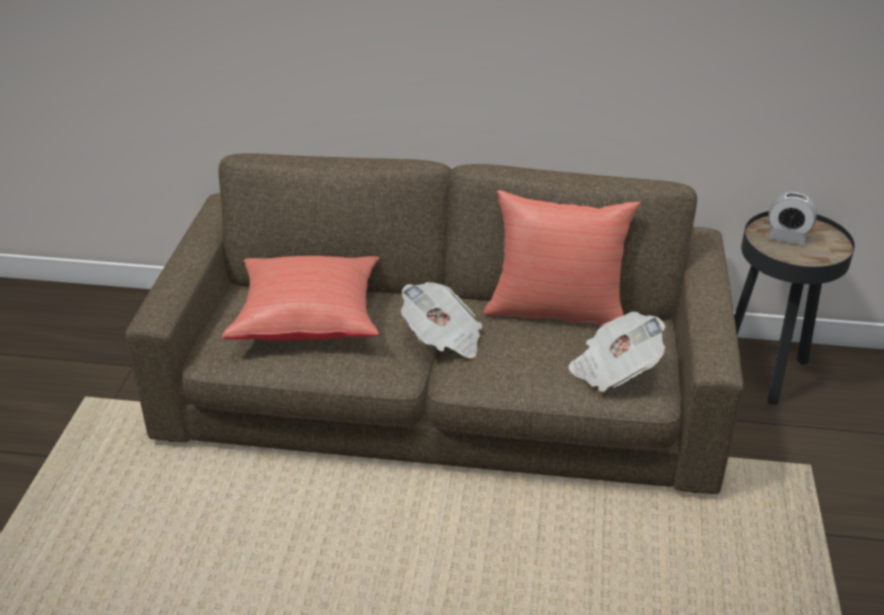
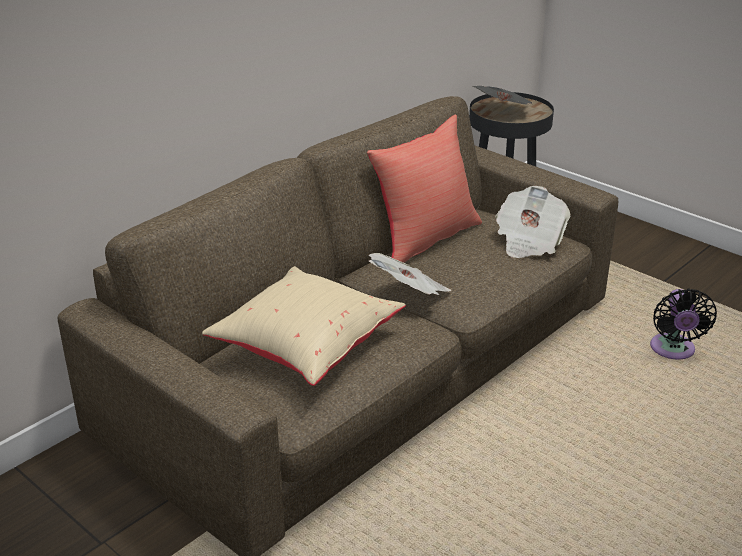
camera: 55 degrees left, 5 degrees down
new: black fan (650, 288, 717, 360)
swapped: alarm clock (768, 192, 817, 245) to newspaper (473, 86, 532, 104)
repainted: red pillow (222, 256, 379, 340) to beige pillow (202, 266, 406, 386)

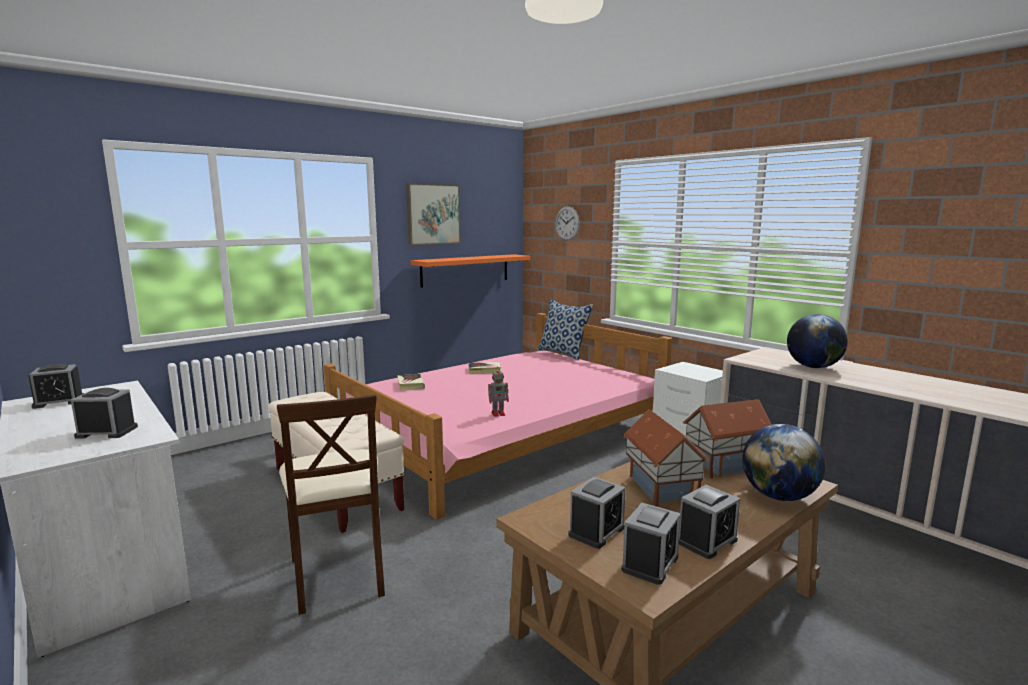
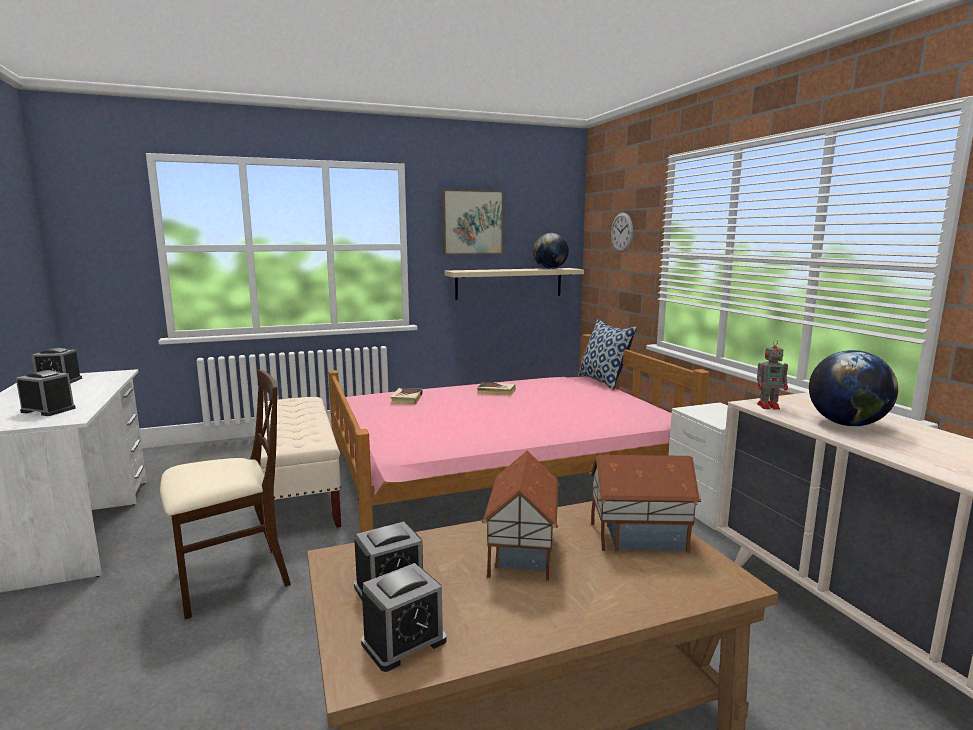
camera: 20 degrees right, 0 degrees up
gone: alarm clock (679, 485, 740, 559)
shifted: toy robot (488, 368, 509, 417) to (757, 340, 788, 409); globe (742, 424, 826, 501) to (533, 233, 569, 269)
repainted: orange shelf (411, 254, 531, 288) to beige shelf (444, 268, 584, 300)
rotated: beige chair (277, 394, 385, 615) = (160, 370, 291, 619) 120 degrees counterclockwise

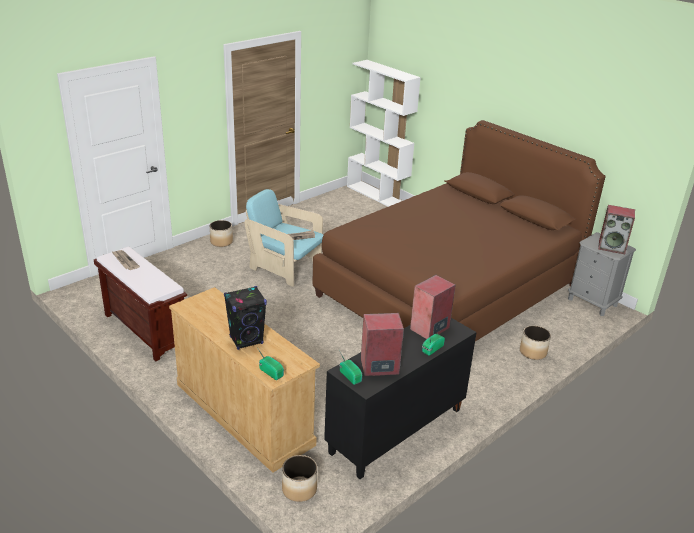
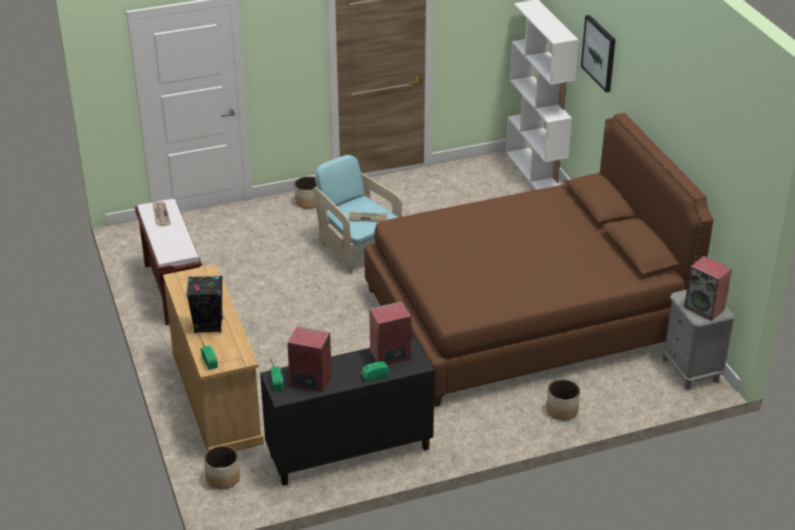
camera: 25 degrees right, 5 degrees up
new: picture (581, 15, 616, 93)

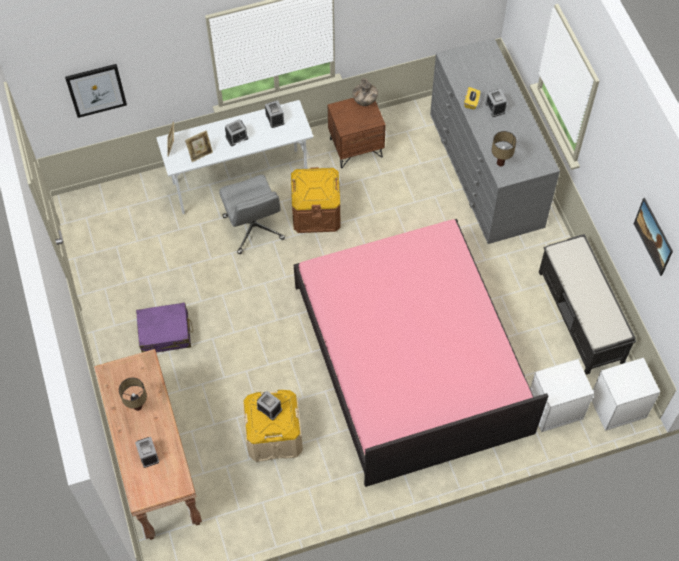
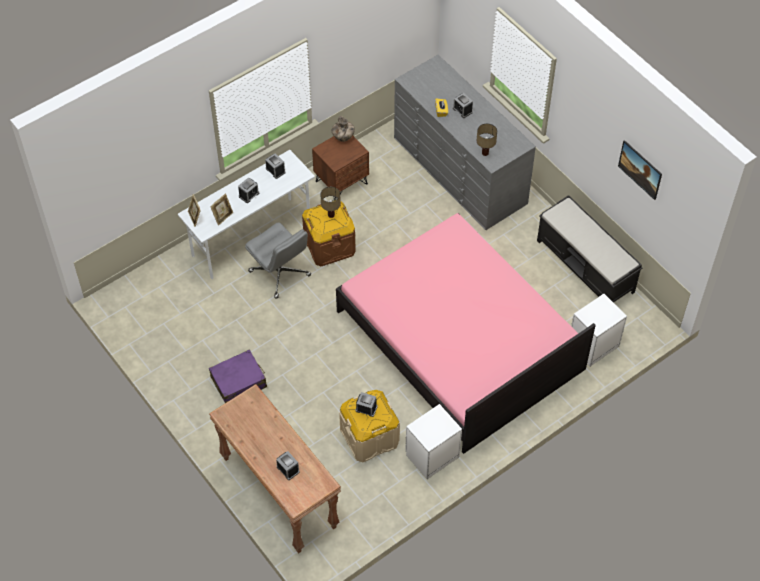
camera: 20 degrees left, 5 degrees down
gone: picture (65, 64, 127, 118)
shifted: white nightstand (591, 358, 660, 431) to (405, 404, 462, 479); table lamp (119, 378, 147, 411) to (320, 187, 341, 218)

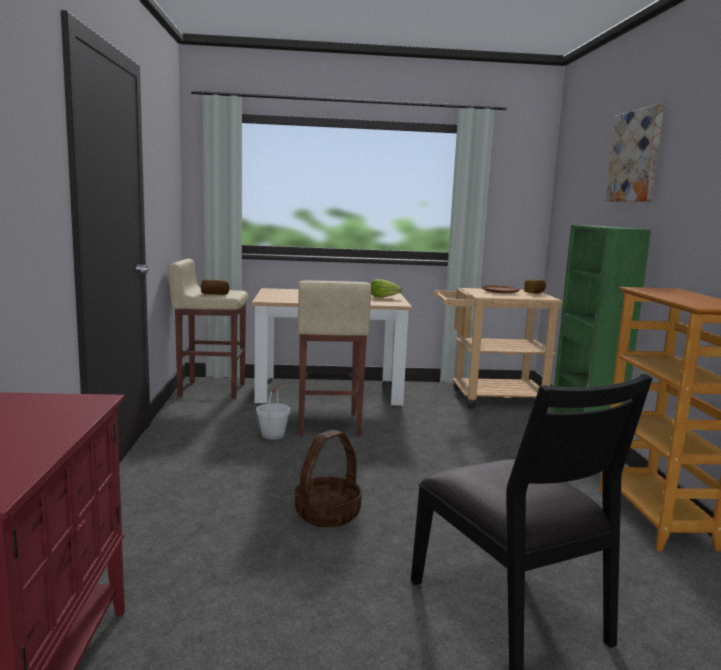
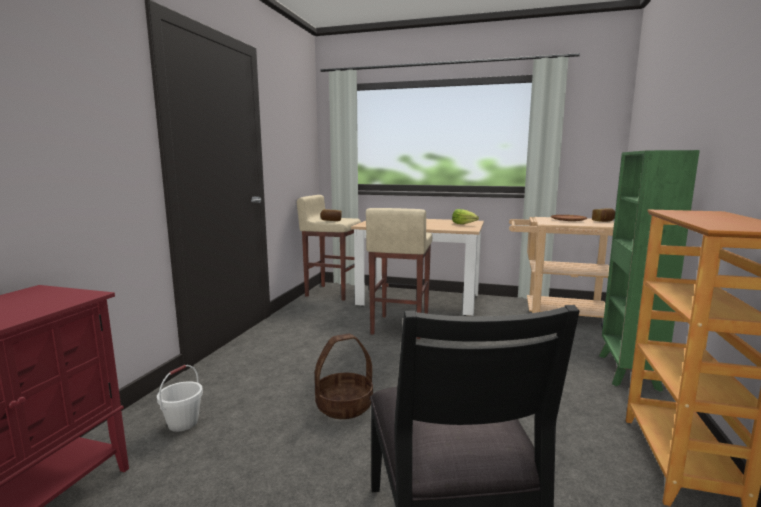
camera: 20 degrees right, 0 degrees up
gone: picture (605, 103, 664, 202)
shifted: white bucket (256, 387, 290, 440) to (157, 365, 203, 432)

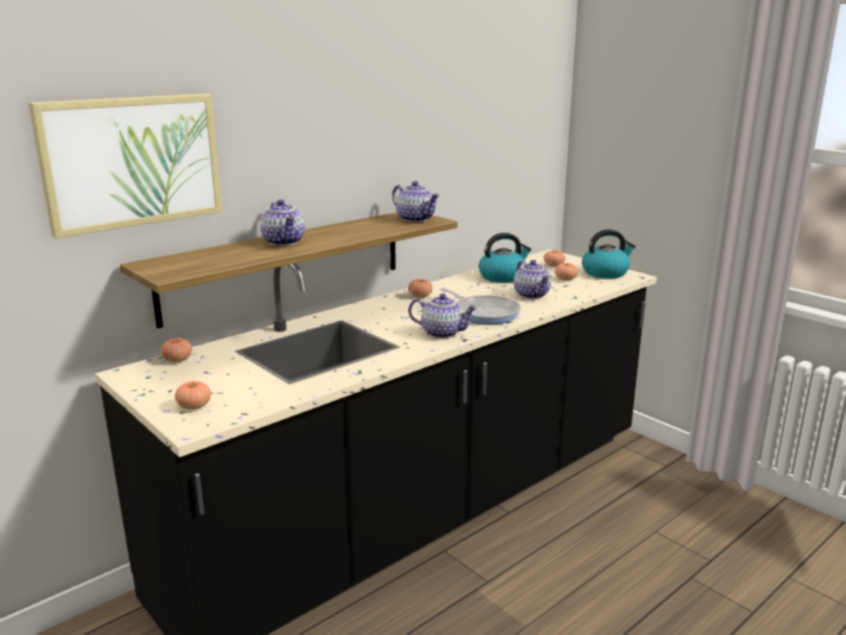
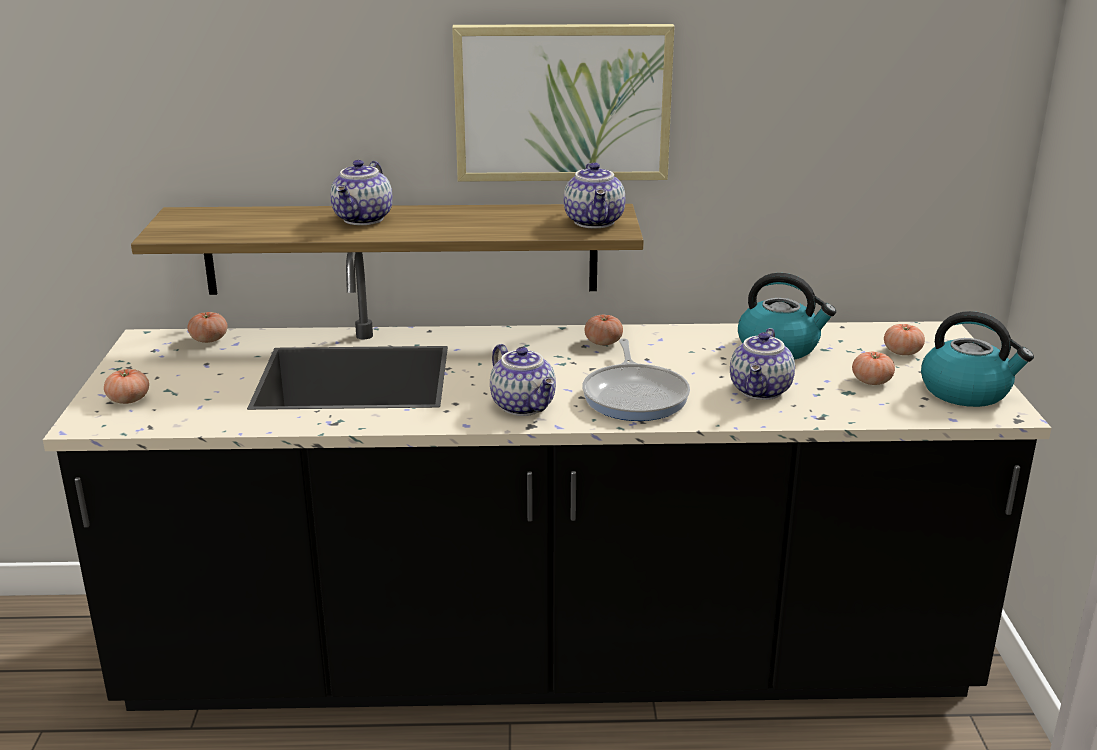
camera: 40 degrees right, 5 degrees up
shifted: picture (28, 94, 222, 238) to (452, 24, 675, 182)

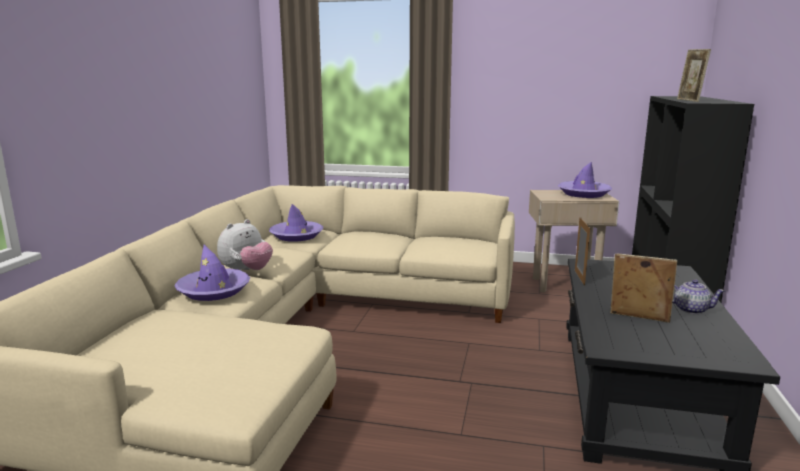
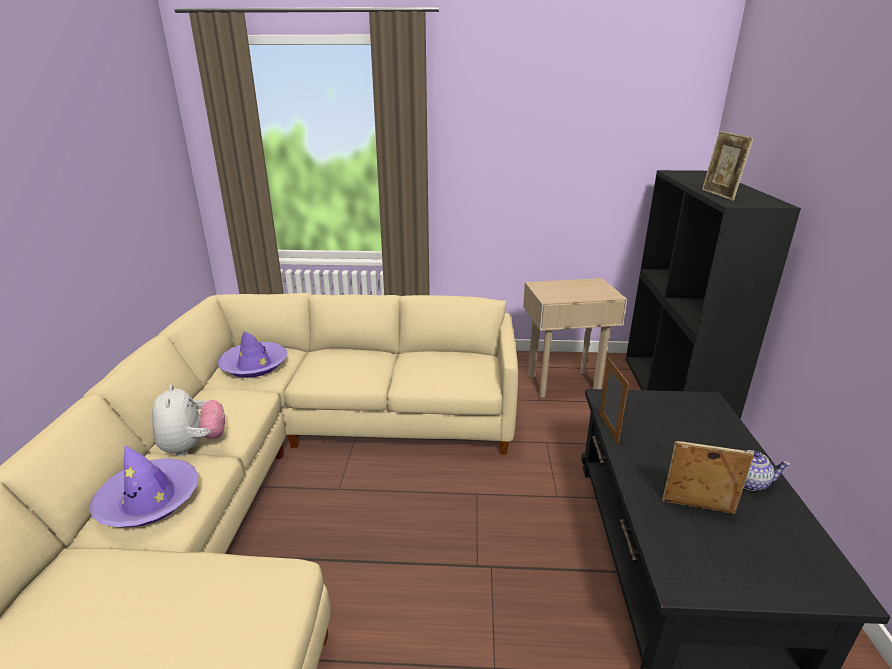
camera: 10 degrees left, 10 degrees up
gone: purple hat (558, 162, 612, 198)
rotated: plush toy (217, 219, 273, 271) = (152, 384, 225, 456) 45 degrees counterclockwise

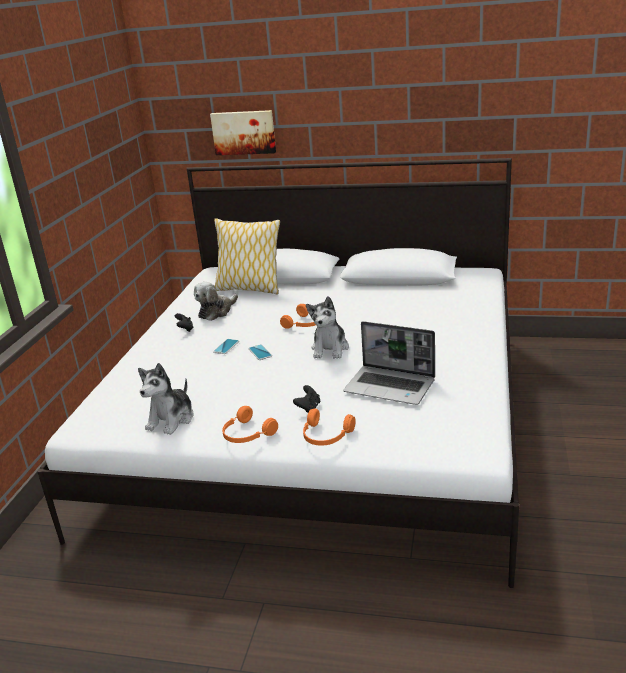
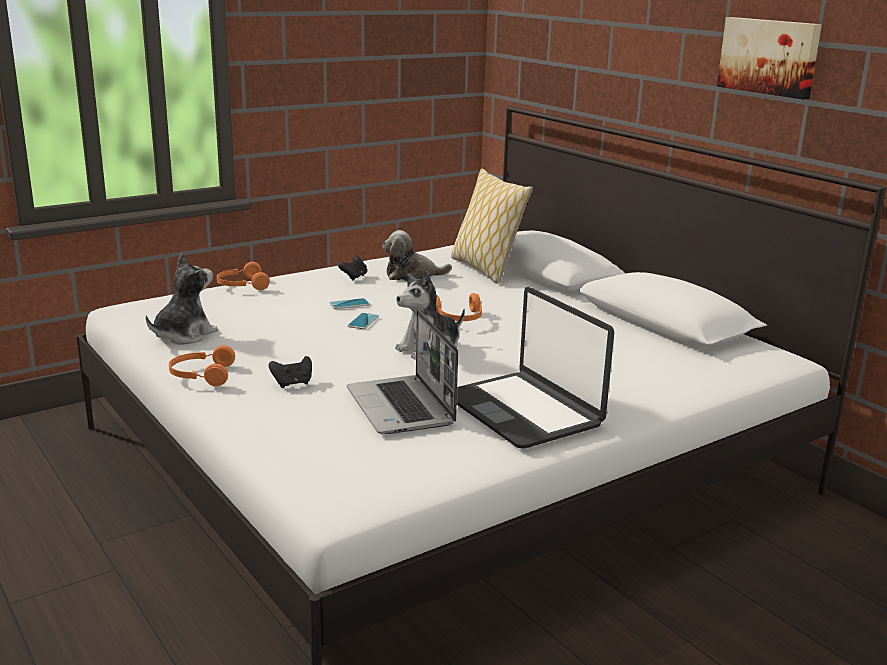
camera: 40 degrees right, 5 degrees down
new: laptop (457, 287, 614, 449)
shifted: picture (210, 110, 276, 155) to (717, 17, 822, 99); orange headphones (303, 409, 356, 446) to (217, 262, 270, 290)
rotated: plush toy (138, 363, 194, 435) = (146, 253, 218, 345) 150 degrees clockwise

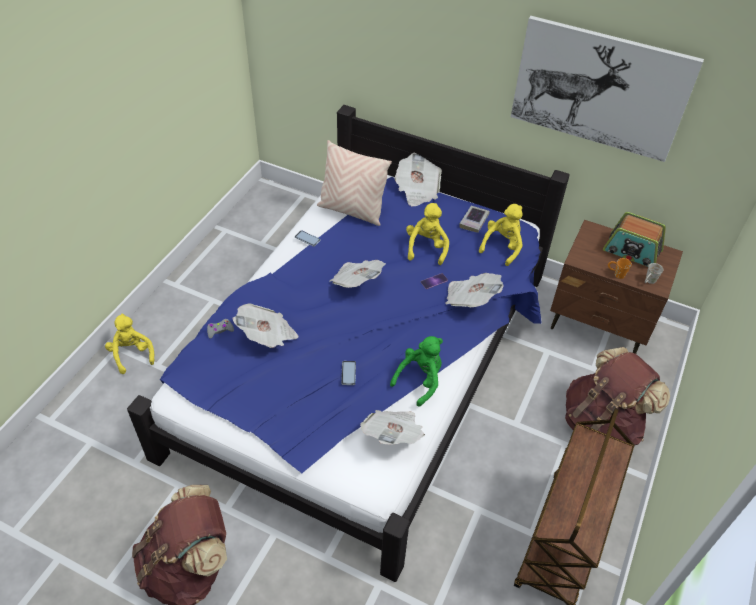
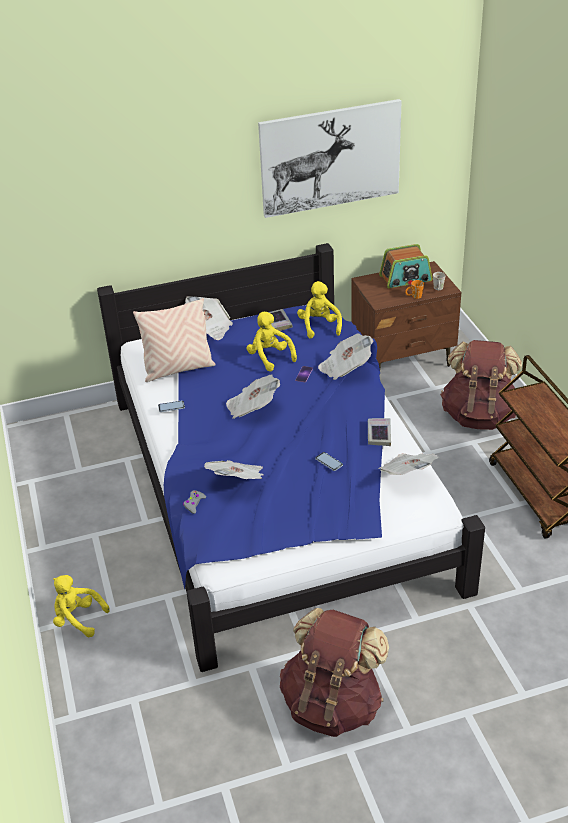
camera: 40 degrees left, 10 degrees down
swapped: green plush toy (390, 336, 443, 407) to book (368, 418, 391, 446)

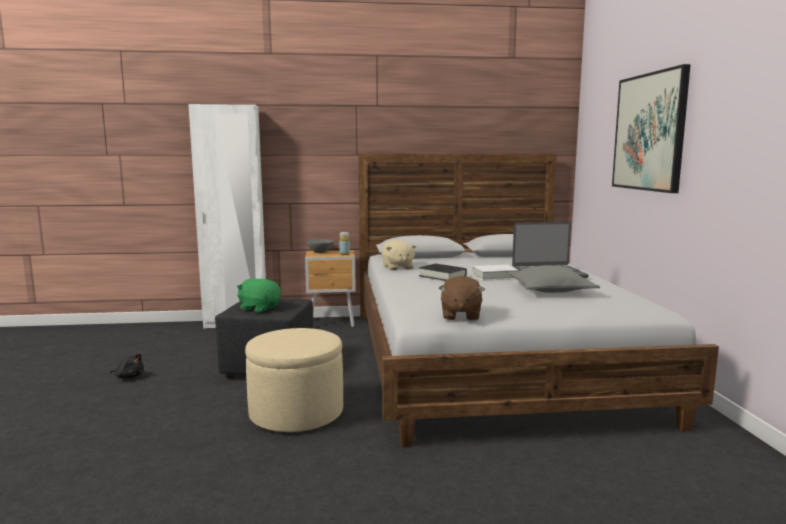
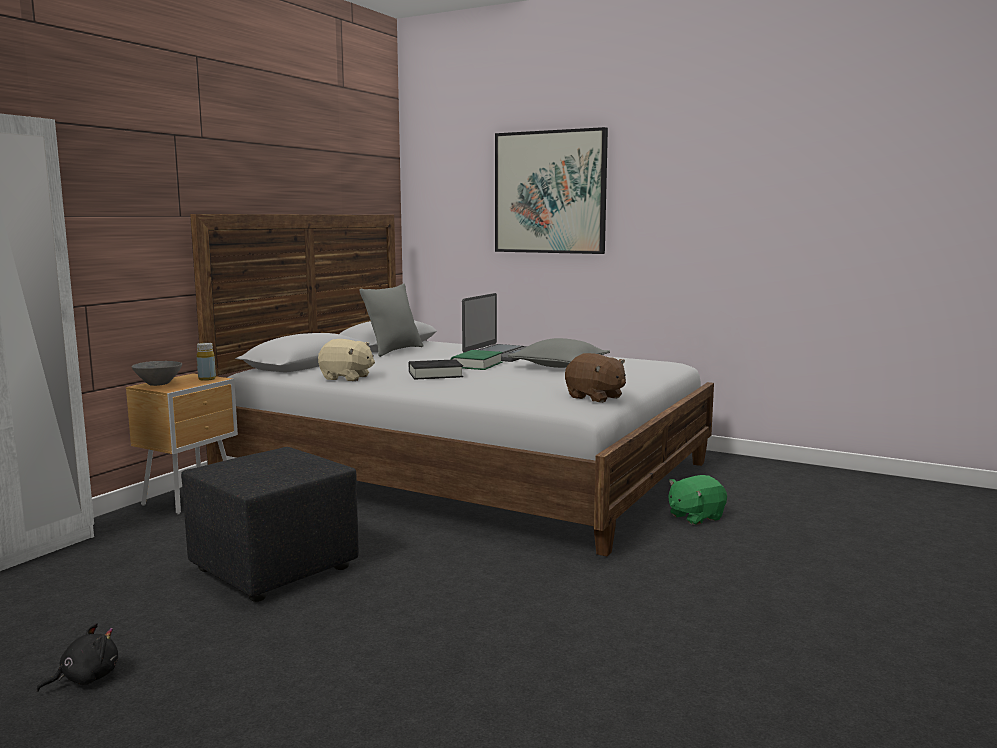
camera: 55 degrees left, 0 degrees up
gone: beige ottoman (245, 328, 343, 432)
new: grey pillow (359, 284, 424, 357)
shifted: green plush toy (237, 279, 281, 313) to (669, 475, 727, 525)
repainted: white book (472, 265, 519, 281) to green book (451, 350, 502, 370)

